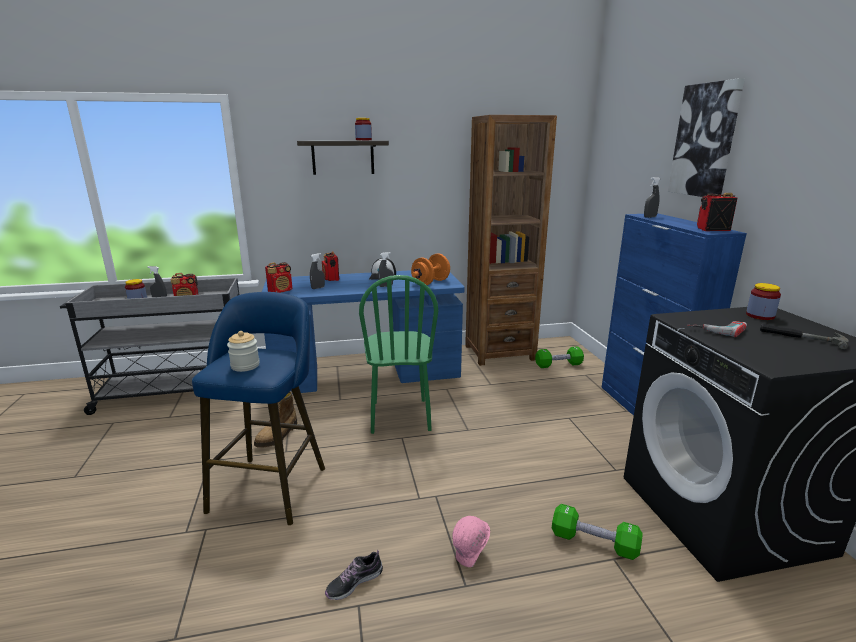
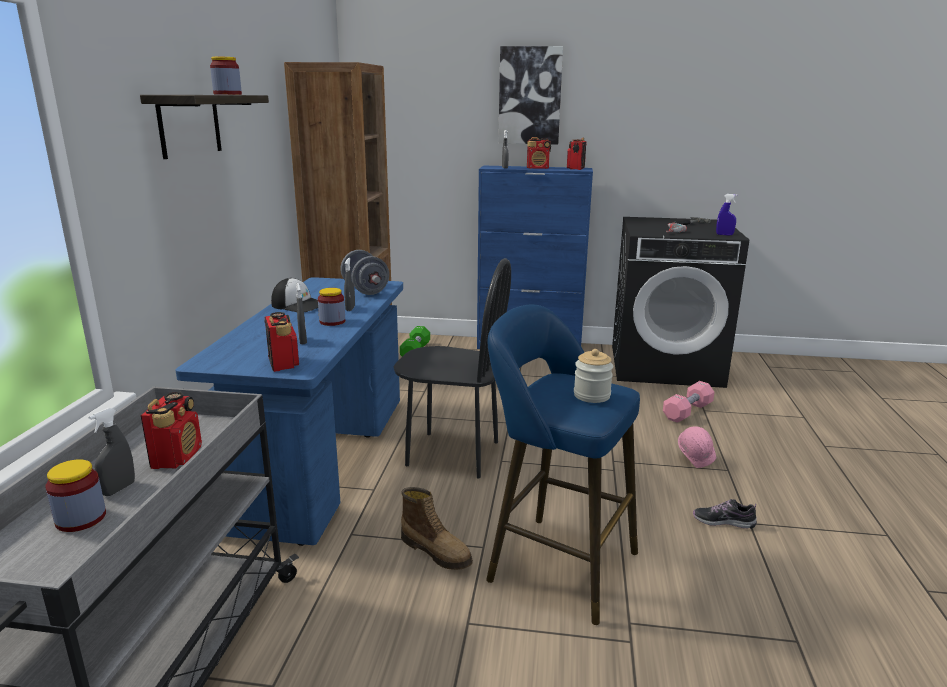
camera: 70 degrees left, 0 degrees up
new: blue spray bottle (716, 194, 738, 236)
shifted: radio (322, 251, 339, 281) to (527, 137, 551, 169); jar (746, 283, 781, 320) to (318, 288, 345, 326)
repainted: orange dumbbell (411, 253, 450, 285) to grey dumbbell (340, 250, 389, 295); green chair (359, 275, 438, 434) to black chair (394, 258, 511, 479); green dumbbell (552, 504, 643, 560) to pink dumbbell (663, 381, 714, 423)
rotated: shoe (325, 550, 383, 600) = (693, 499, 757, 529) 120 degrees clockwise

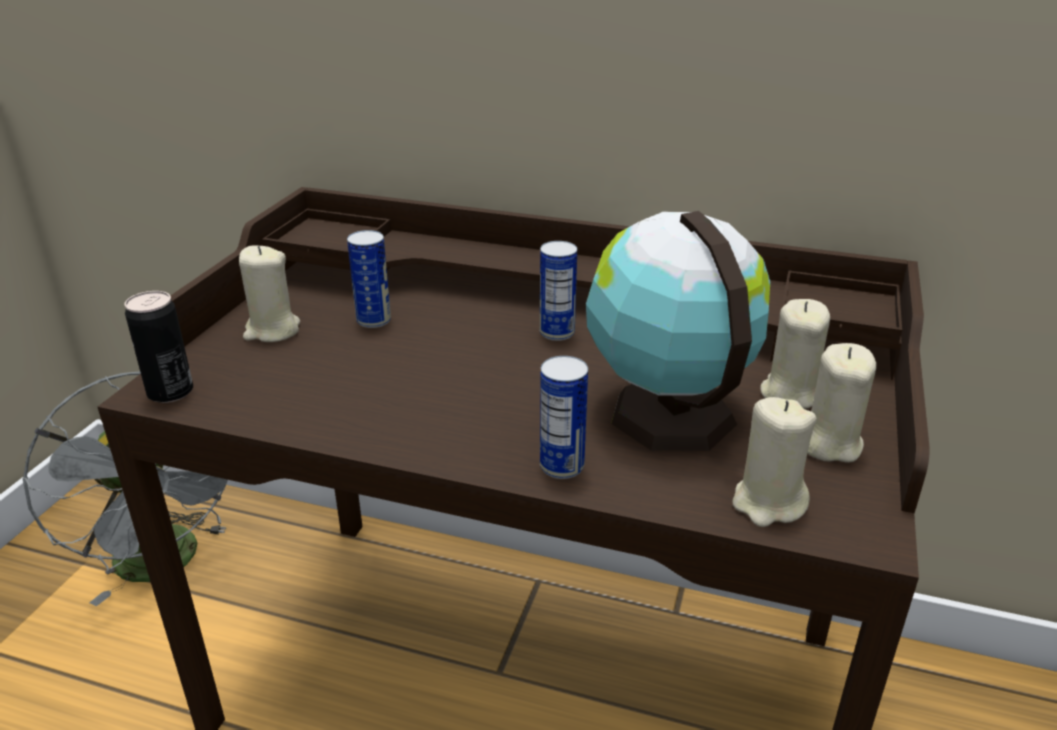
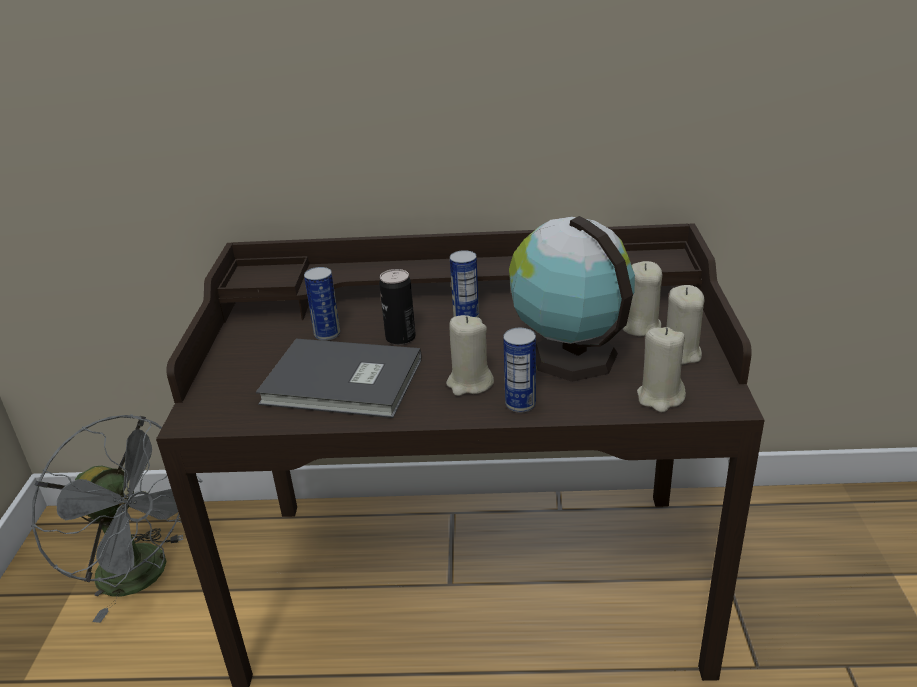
camera: 15 degrees left, 0 degrees up
new: grey book (256, 339, 421, 418)
shifted: beige candle (239, 245, 300, 342) to (446, 315, 494, 396); can (124, 291, 193, 403) to (379, 269, 416, 345)

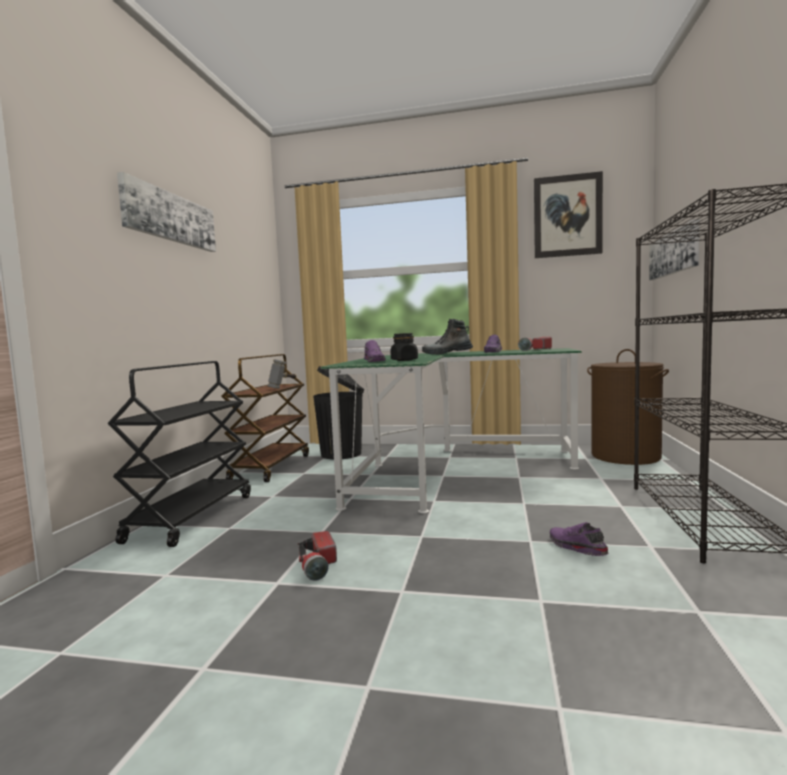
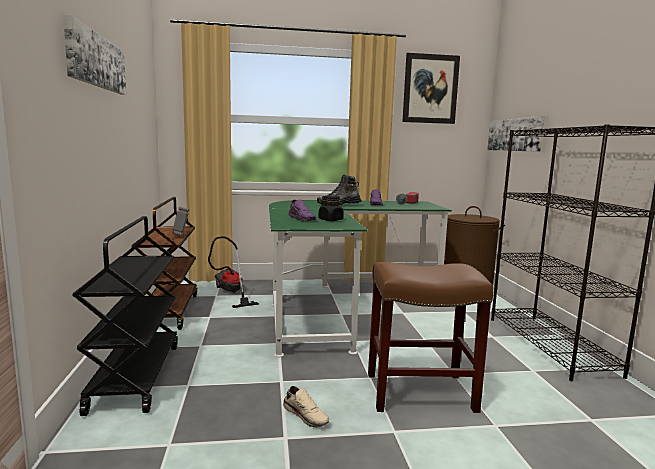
camera: 20 degrees left, 5 degrees up
gone: purple shoe (550, 522, 609, 556)
new: brown stool (368, 262, 493, 413)
swapped: black trash can (313, 366, 364, 460) to vacuum cleaner (208, 236, 259, 308); flashlight (298, 531, 337, 581) to beige shoe (283, 386, 329, 427)

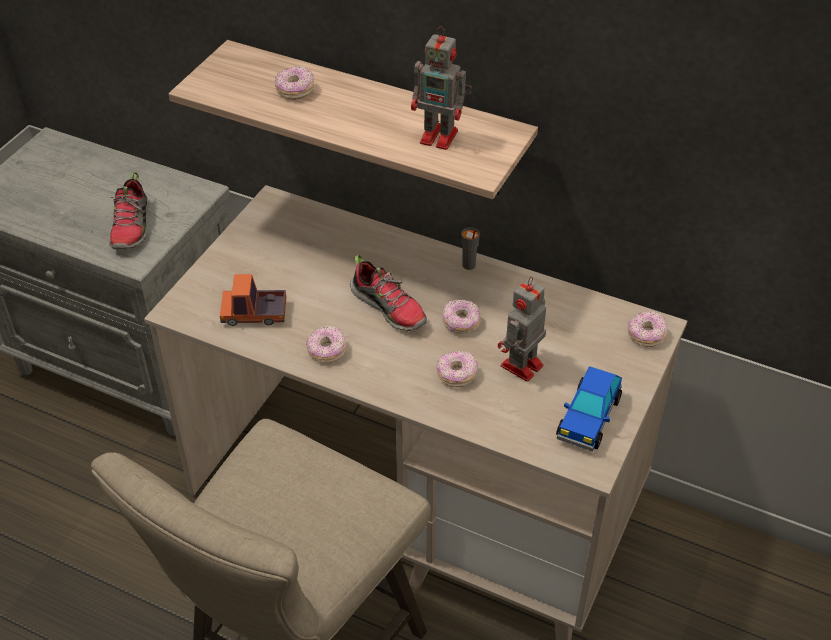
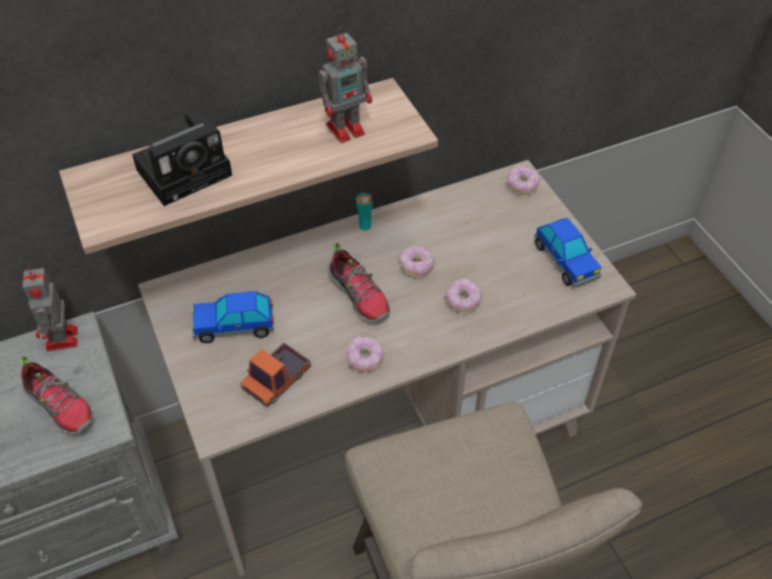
camera: 50 degrees left, 5 degrees up
new: toy car (192, 291, 274, 343)
shifted: toy robot (498, 277, 546, 382) to (22, 267, 78, 351)
swapped: donut (275, 66, 314, 100) to photo camera (132, 109, 232, 206)
repainted: grey cup (461, 227, 480, 270) to turquoise cup (356, 192, 375, 231)
rotated: shoe (350, 255, 427, 331) = (327, 243, 390, 323) 60 degrees clockwise

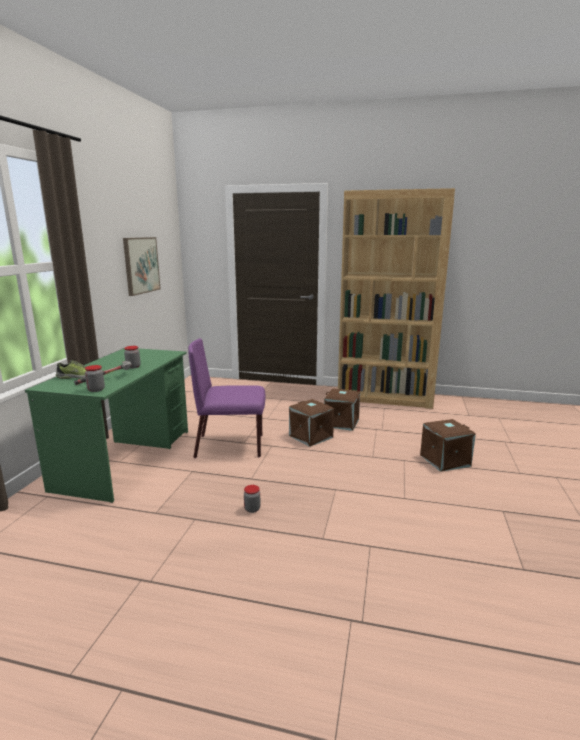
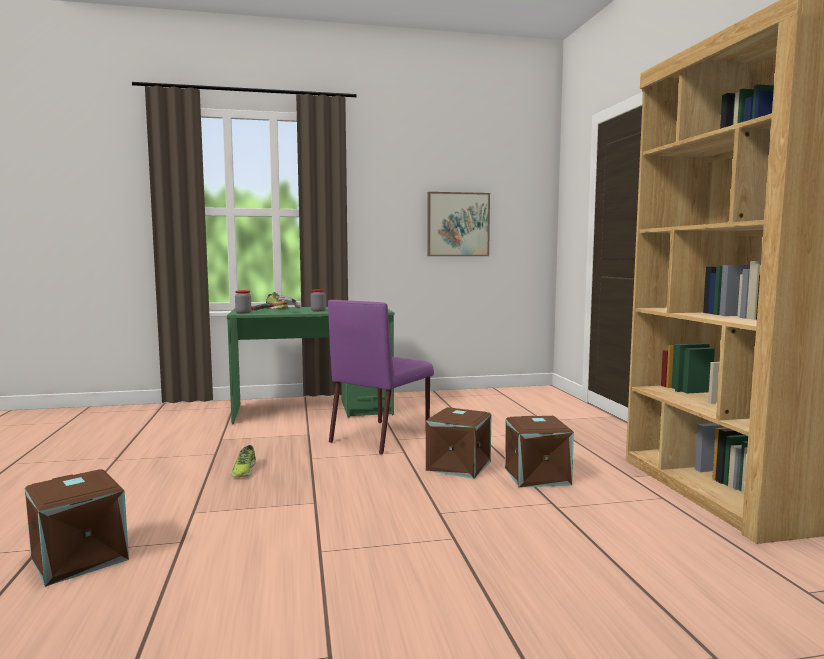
camera: 65 degrees right, 10 degrees down
shifted: brown storage box (420, 419, 476, 472) to (25, 469, 129, 587)
swapped: jar (244, 485, 261, 513) to shoe (231, 445, 256, 477)
rotated: purple chair (188, 338, 265, 458) = (328, 300, 434, 454) 120 degrees counterclockwise

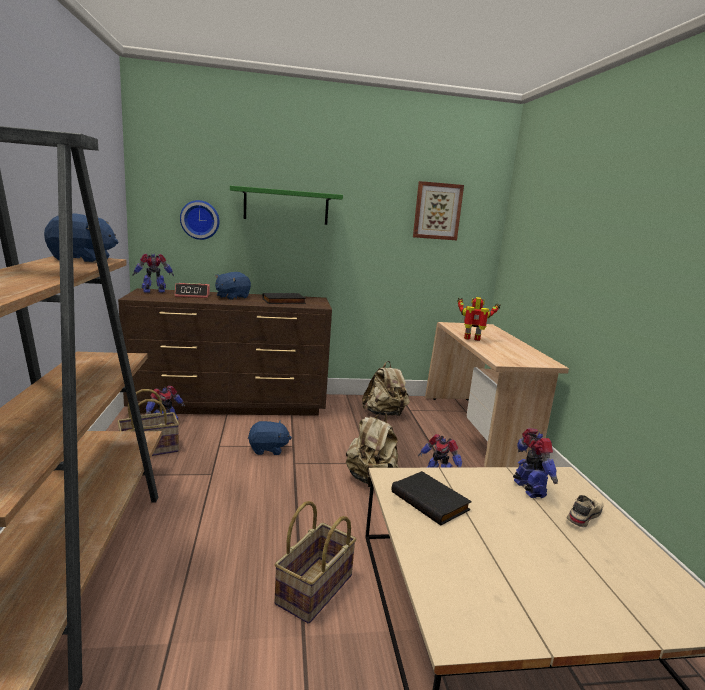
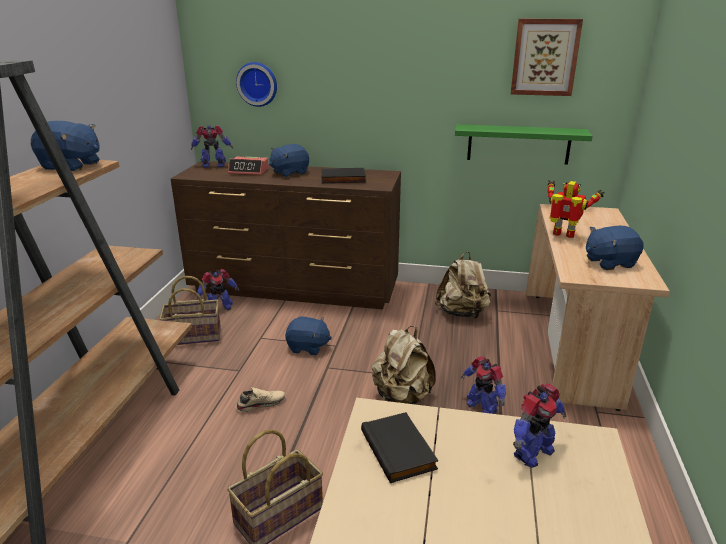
camera: 20 degrees right, 10 degrees up
new: blue plush toy (586, 226, 644, 270)
shifted: green shelf (230, 186, 343, 225) to (455, 124, 593, 165); beige shoe (567, 494, 604, 528) to (236, 387, 285, 412)
rotated: toy robot (513, 428, 558, 498) = (513, 384, 566, 468) 45 degrees clockwise

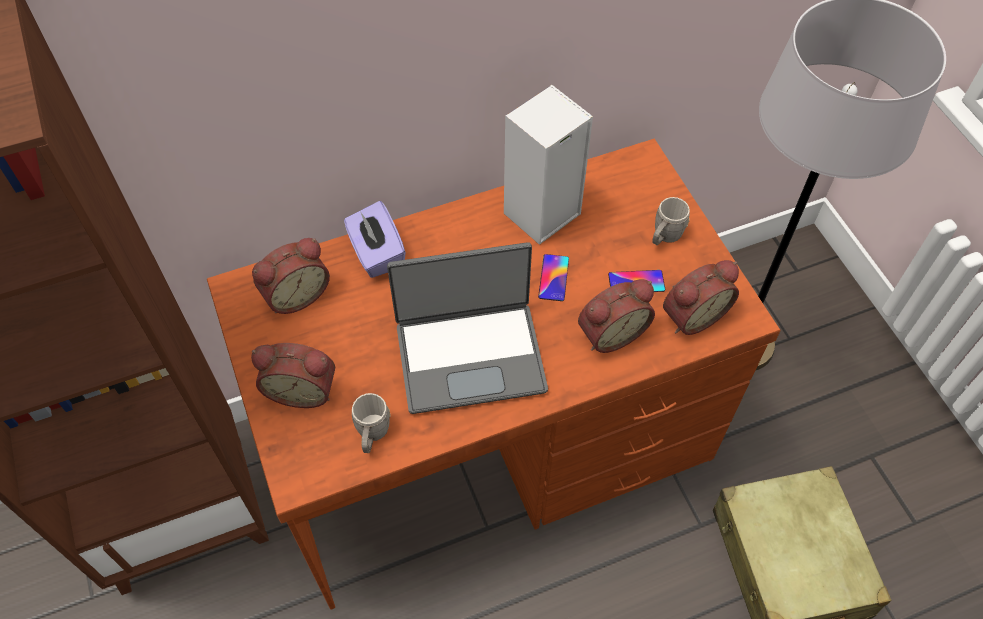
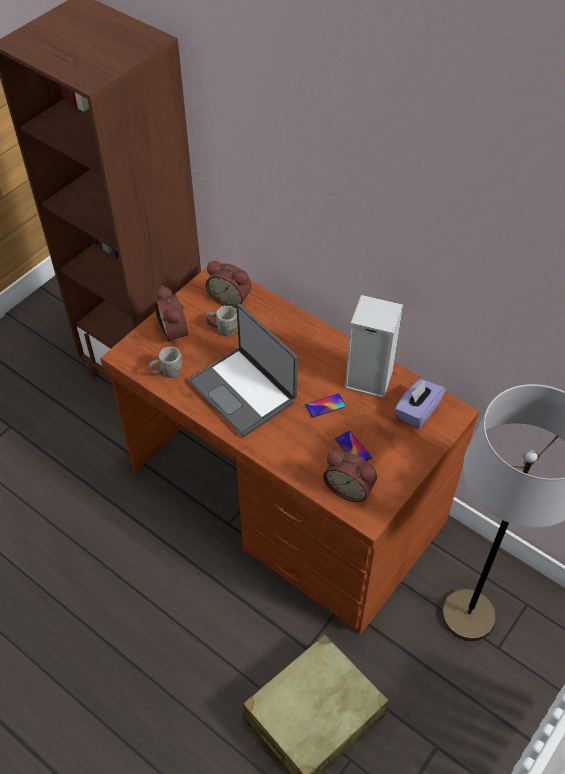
camera: 60 degrees right, 5 degrees down
gone: alarm clock (578, 279, 655, 353)
shifted: grey mug (652, 197, 690, 245) to (206, 306, 238, 336); purple tissue box (344, 201, 406, 278) to (395, 379, 446, 429)

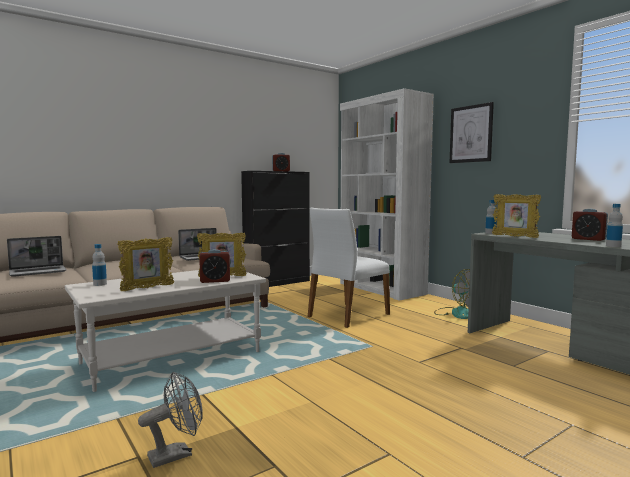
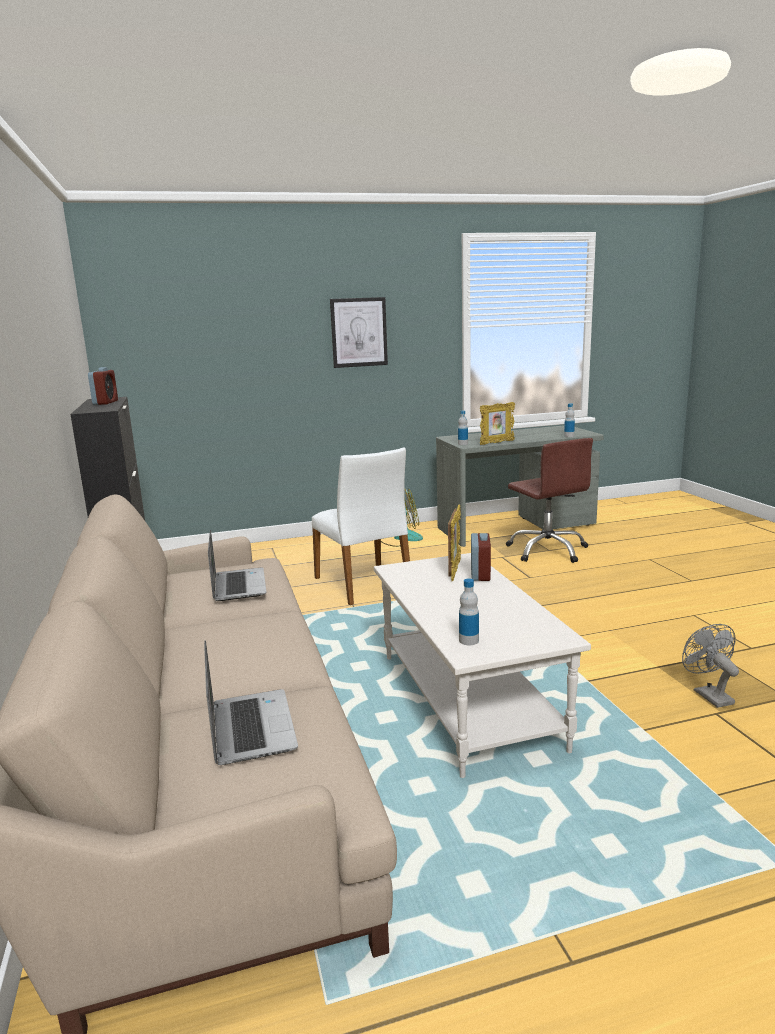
camera: 70 degrees left, 10 degrees up
gone: white bookcase (340, 88, 434, 301); alarm clock (572, 209, 608, 241); picture frame (117, 237, 174, 291)
new: brown office chair (506, 438, 593, 563)

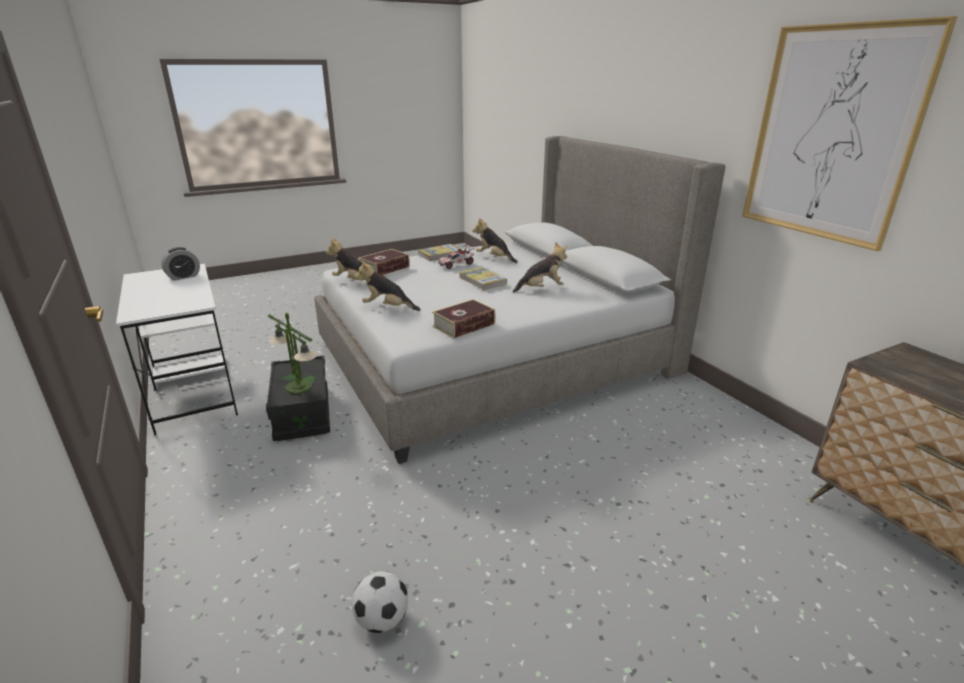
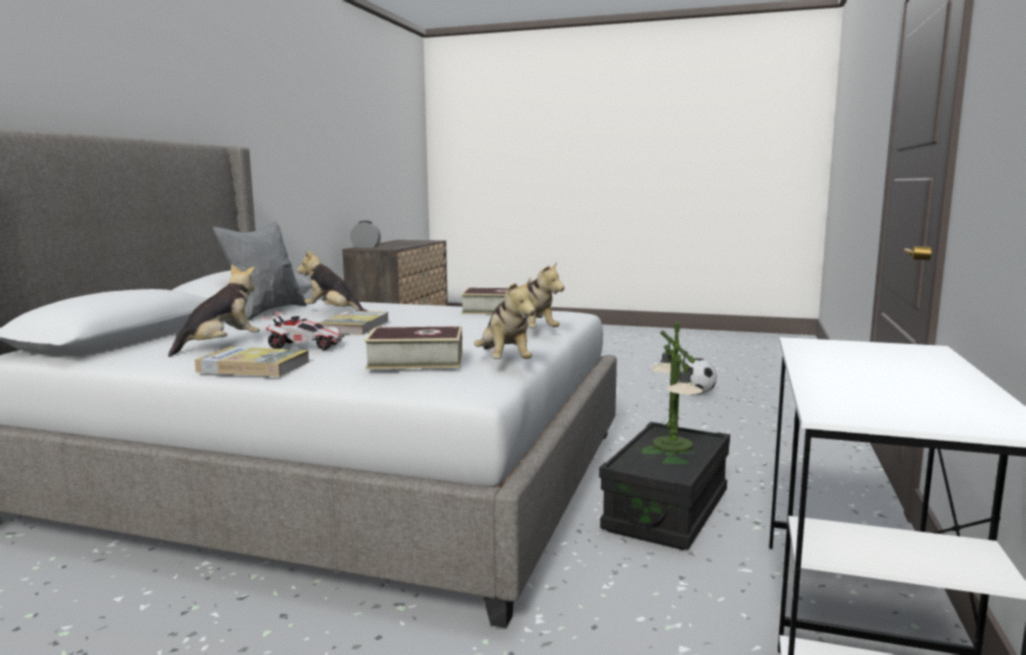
camera: 135 degrees left, 15 degrees down
gone: picture (742, 16, 958, 251)
new: grey pillow (213, 222, 307, 321)
shifted: alarm clock (161, 247, 200, 281) to (350, 221, 381, 248)
rotated: plush toy (472, 218, 518, 263) = (168, 264, 260, 357) 135 degrees counterclockwise

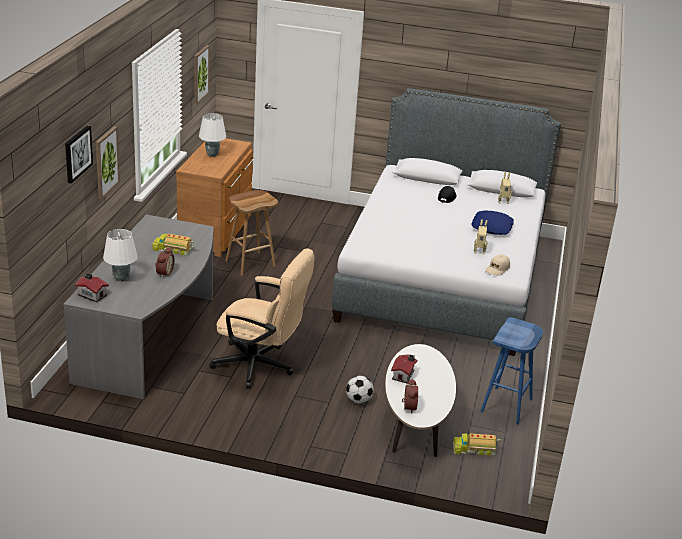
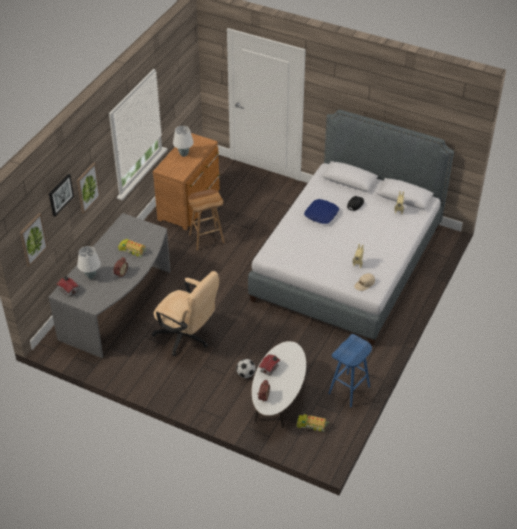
camera: 15 degrees right, 15 degrees up
shifted: picture (194, 45, 210, 105) to (20, 213, 48, 267); blue pillow (471, 211, 514, 235) to (304, 199, 339, 224)

